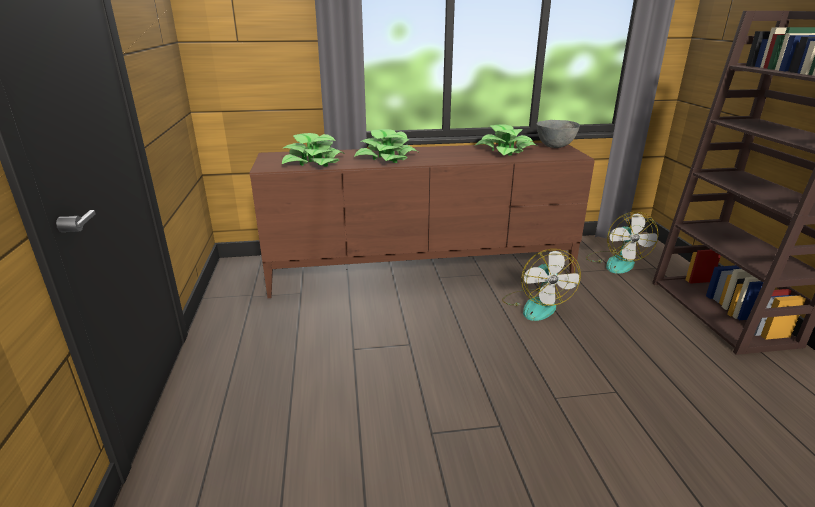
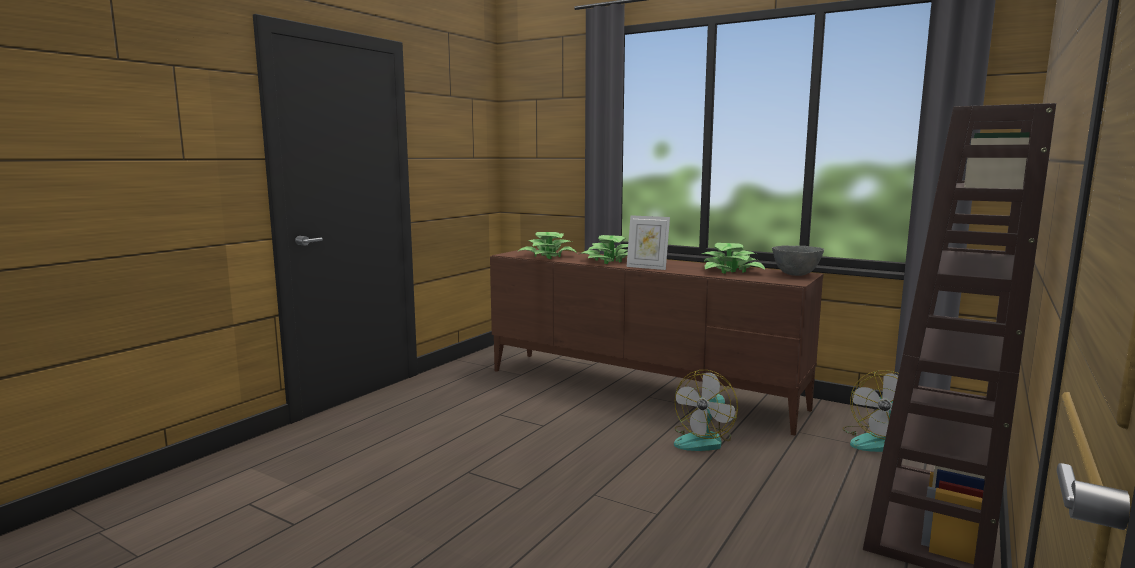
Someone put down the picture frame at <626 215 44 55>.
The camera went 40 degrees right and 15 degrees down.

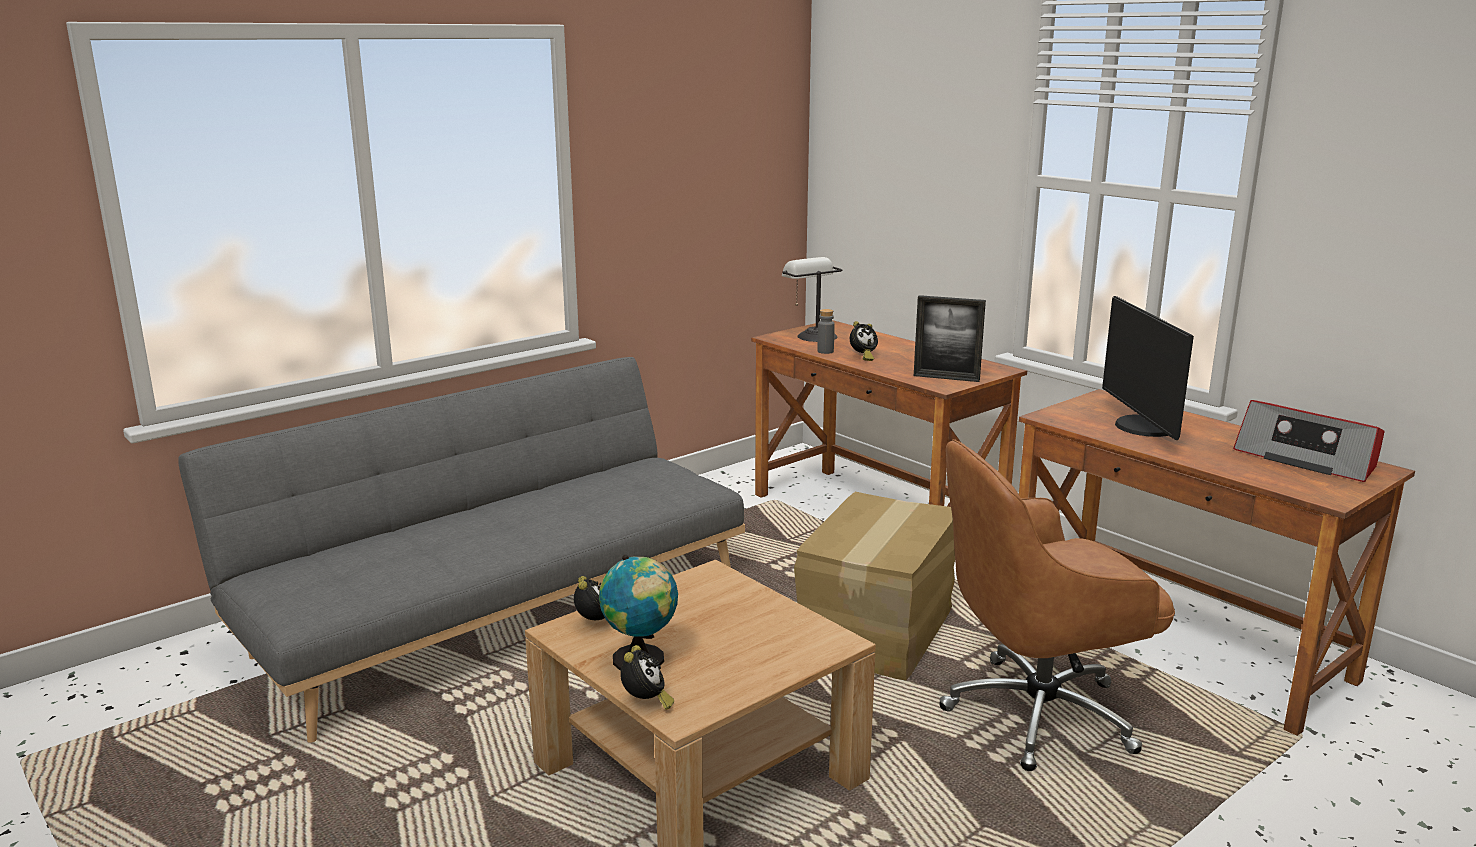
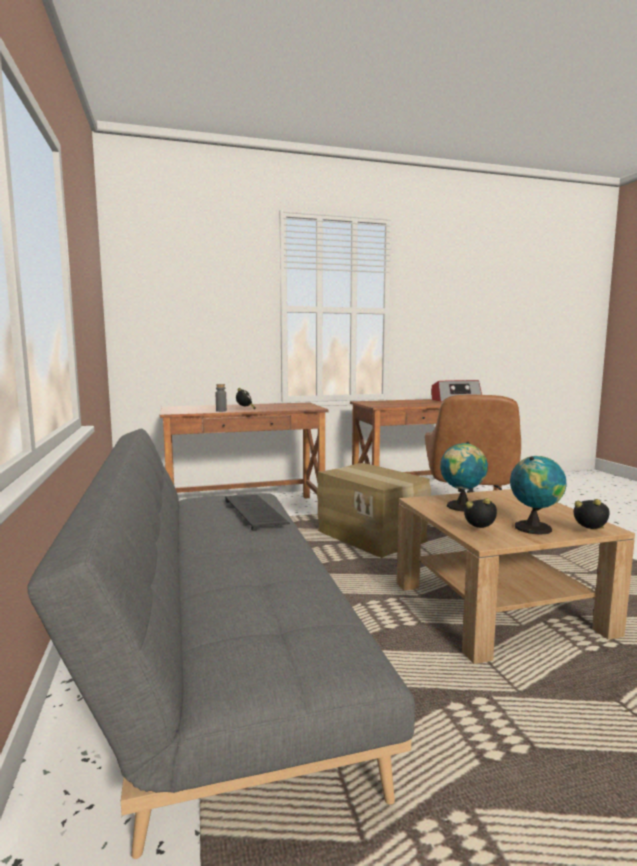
Someone took away the table lamp at <782 257 61 85>.
Someone took away the picture frame at <914 295 72 87>.
Someone took away the monitor at <1102 296 92 144>.
Someone put down the keyboard at <225 495 65 36>.
Someone put down the globe at <440 442 48 69>.
The camera went 65 degrees left and 10 degrees down.

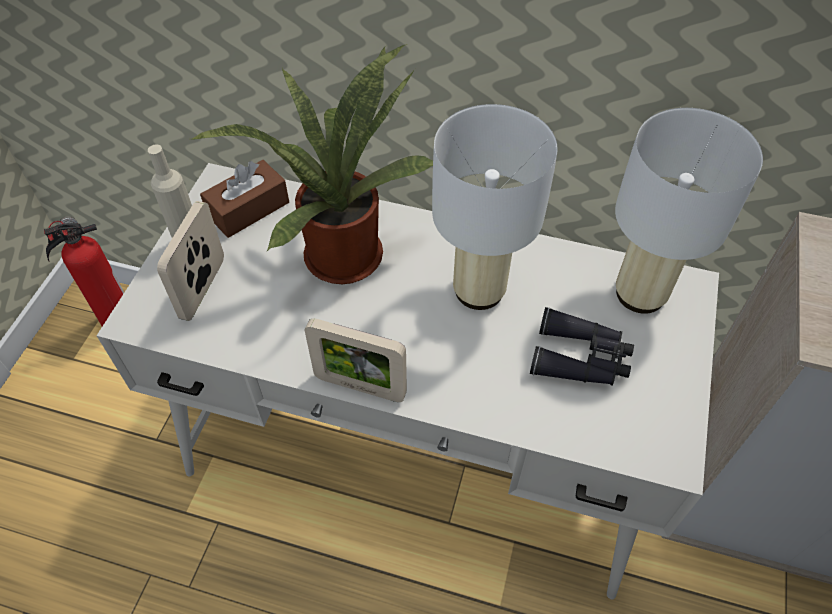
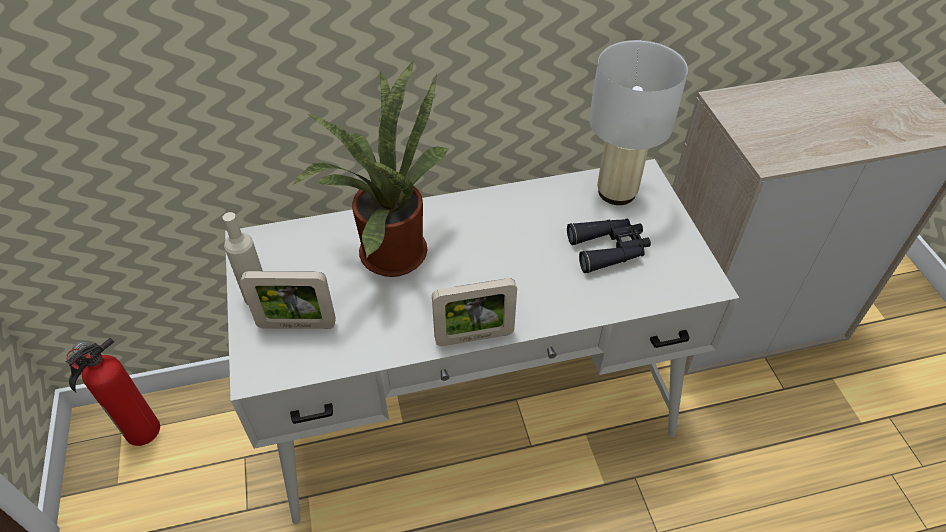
Someone took away the brown tissue box at <200 160 89 78>.
Someone took away the white table lamp at <432 104 126 206>.
Someone rotated the picture frame at <157 201 67 120> by 75 degrees counterclockwise.
The camera went 30 degrees left and 5 degrees down.

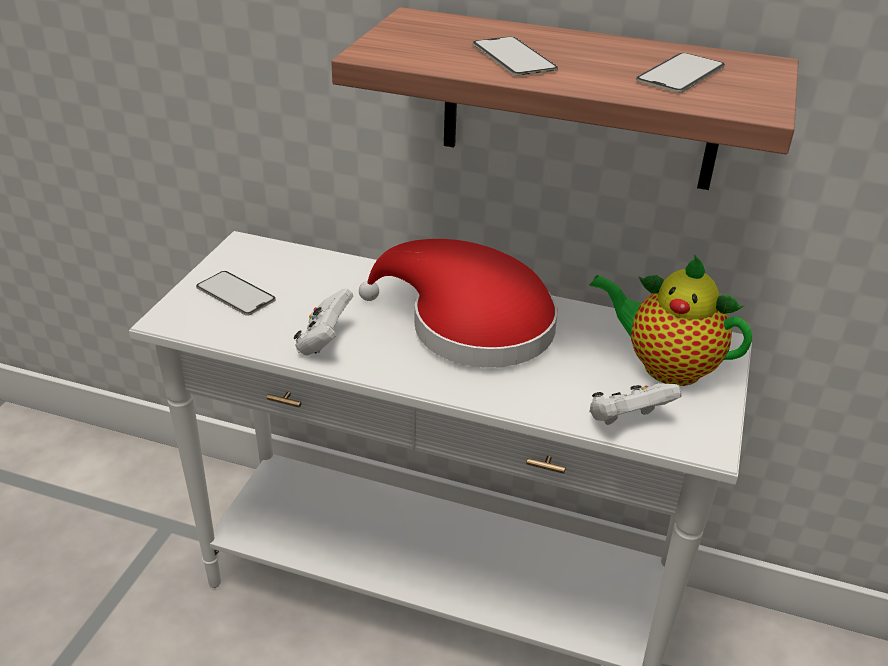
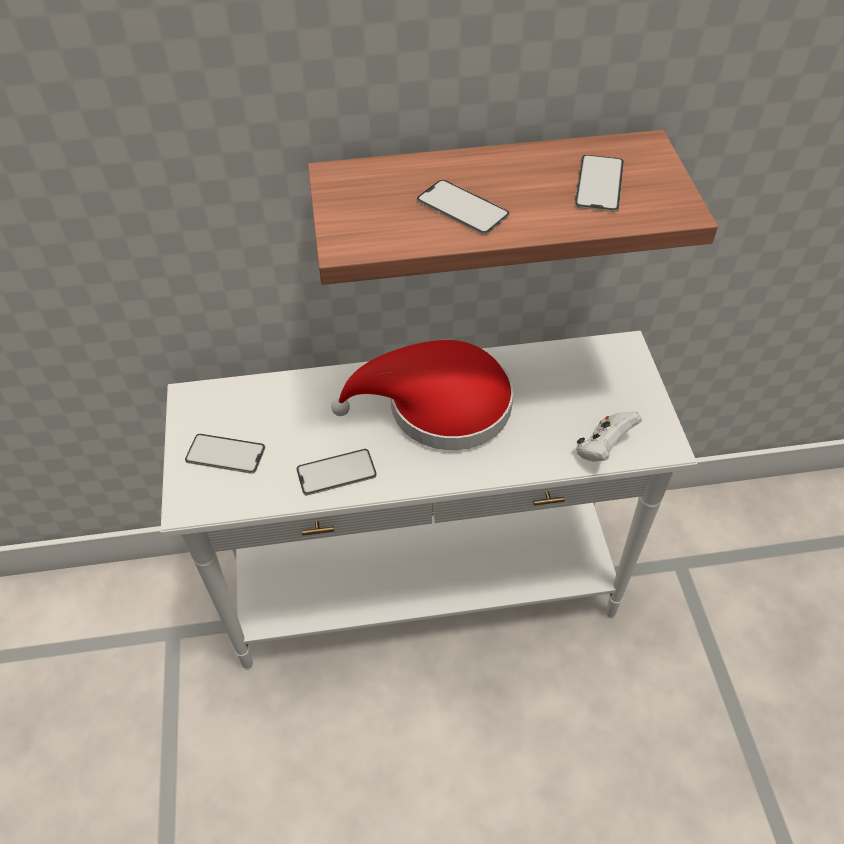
Someone took away the teapot at <589 254 163 132>.
Someone swapped the white game controller at <294 289 60 67> for the phone at <297 449 80 47>.
The camera went 25 degrees left and 15 degrees up.

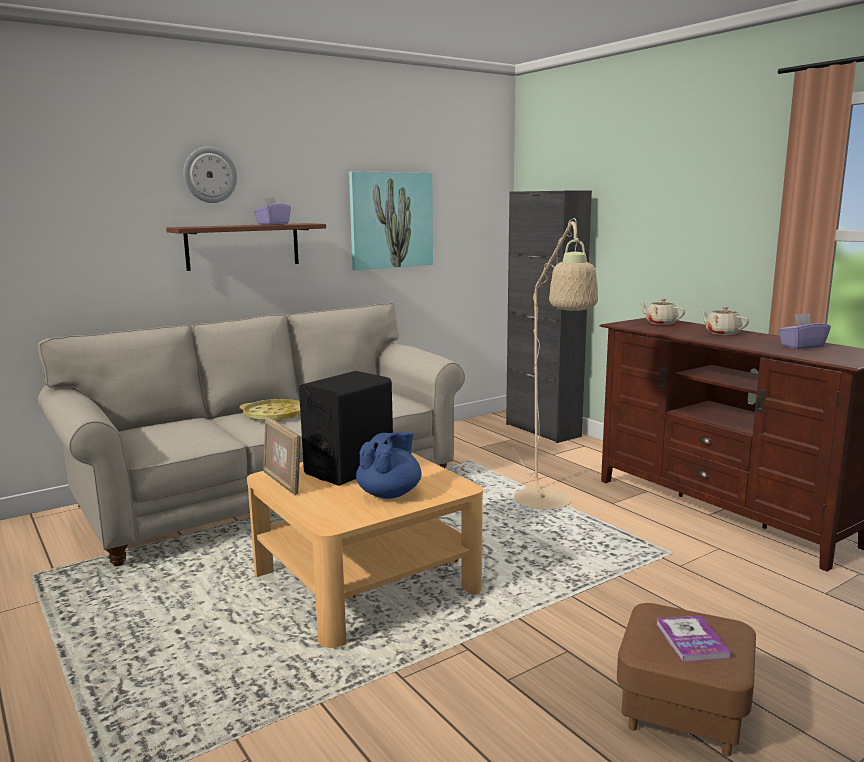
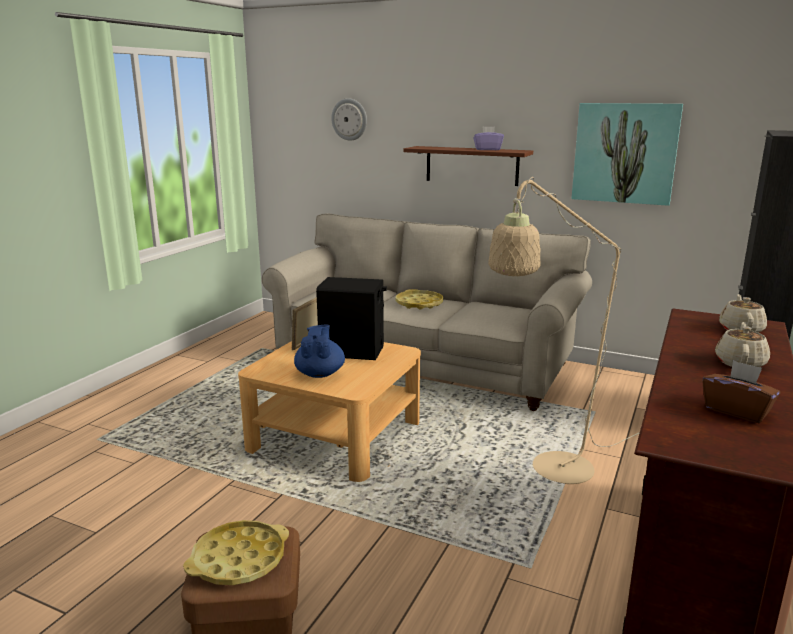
Someone carried the wall clock from <183 147 54 56> to <331 98 36 43>.
Someone swapped the book at <656 616 76 46> for the yellow tray at <183 520 106 65>.
Someone repainted the purple tissue box at <778 313 53 36>, which became the brown tissue box at <702 360 78 63>.
Someone rotated the blue teapot at <356 432 66 67> by 90 degrees counterclockwise.
The camera went 60 degrees right and 5 degrees up.

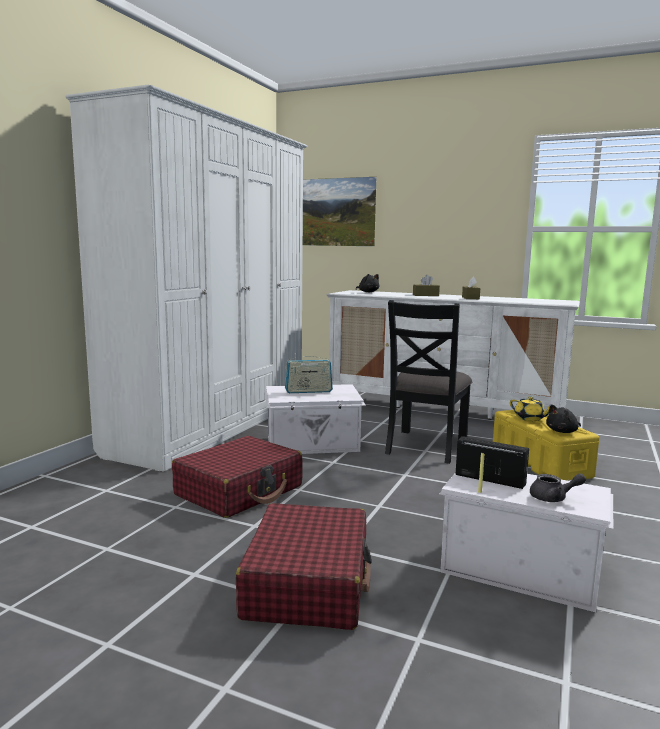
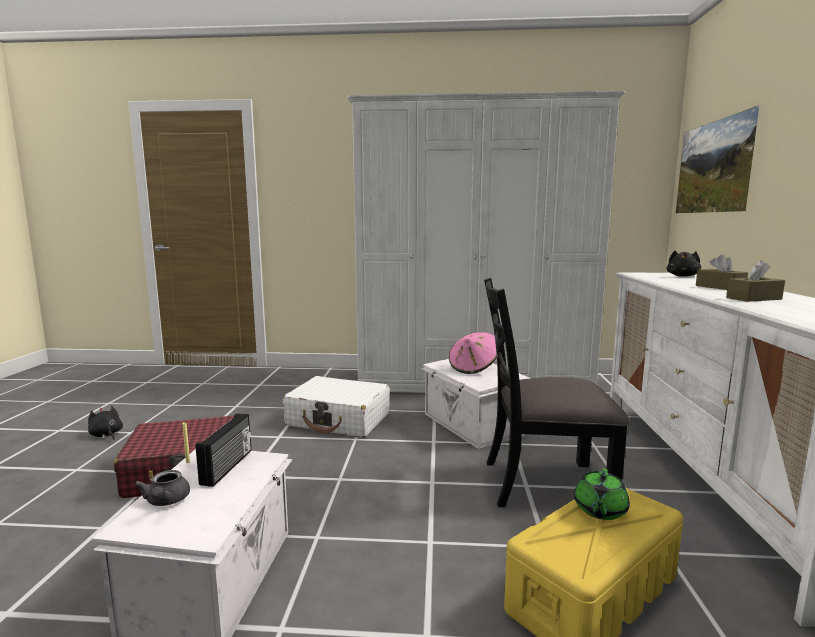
Someone carried the black plush toy from <546 405 35 28> to <88 406 35 34>.
Someone swapped the radio at <285 353 48 40> for the pink hat at <449 332 48 42>.
Someone repainted the red suitcase at <172 436 131 82>, which became the white suitcase at <283 376 107 62>.
Someone repainted the yellow teapot at <510 396 40 25>, which became the green teapot at <574 468 56 52>.
The camera went 70 degrees right and 0 degrees up.

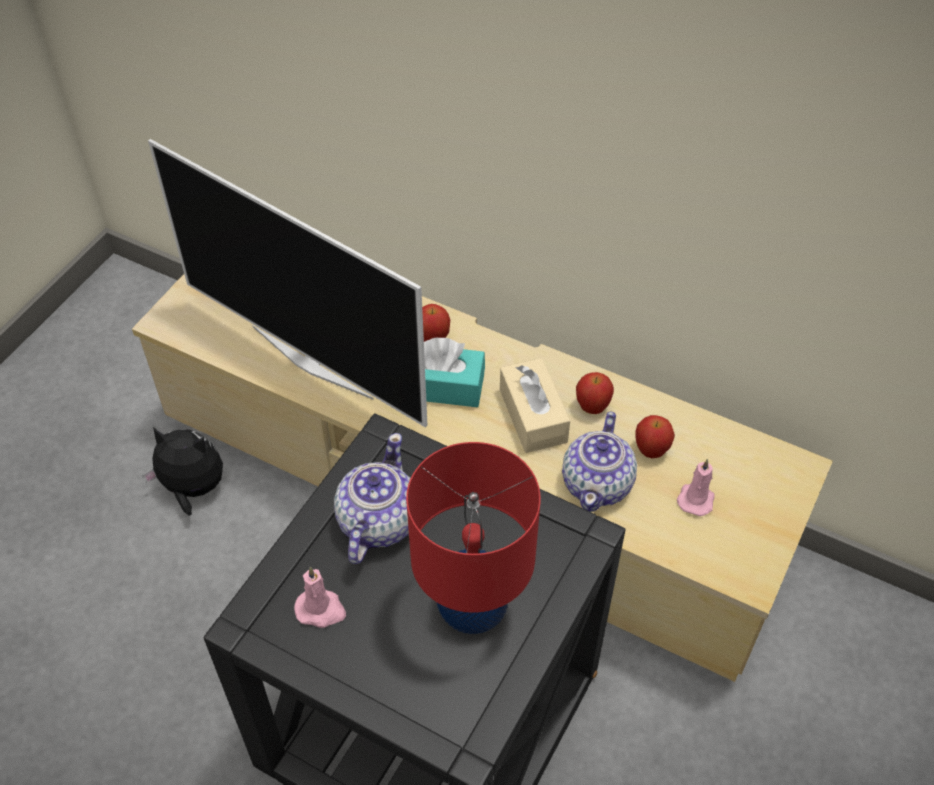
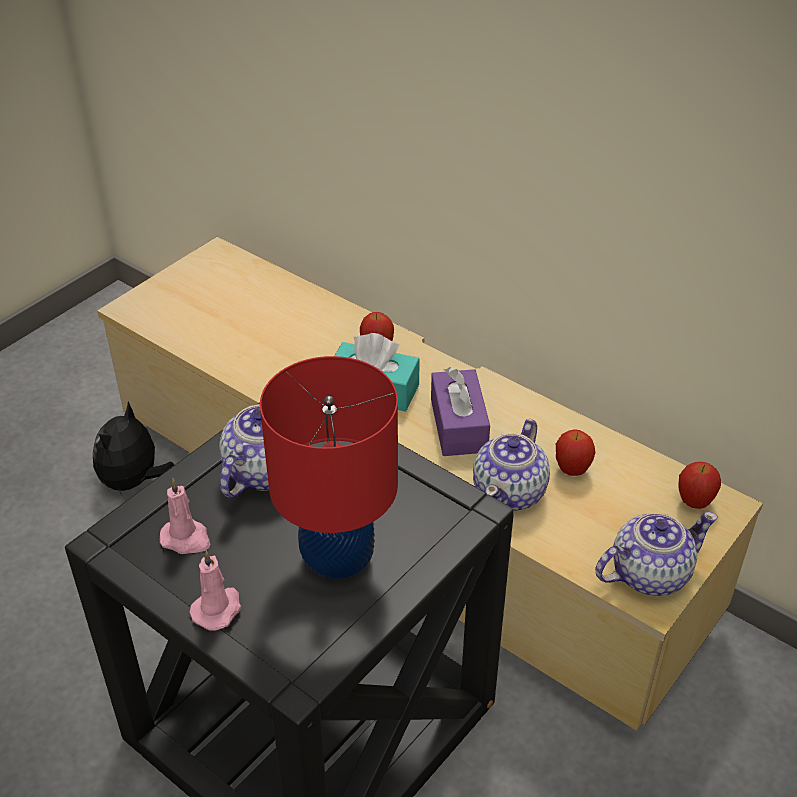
Someone took away the television at <148 139 280 289>.
Someone put down the teapot at <595 512 123 84>.
Someone carried the apple from <576 372 38 42> to <679 462 42 47>.
Someone carried the pink candle from <677 459 38 57> to <190 550 51 81>.
Someone repainted the beige tissue box at <500 358 70 95>, which became the purple tissue box at <431 367 59 89>.
Someone rotated the plush toy at <142 427 81 89> by 90 degrees counterclockwise.
The camera went 10 degrees right and 10 degrees down.

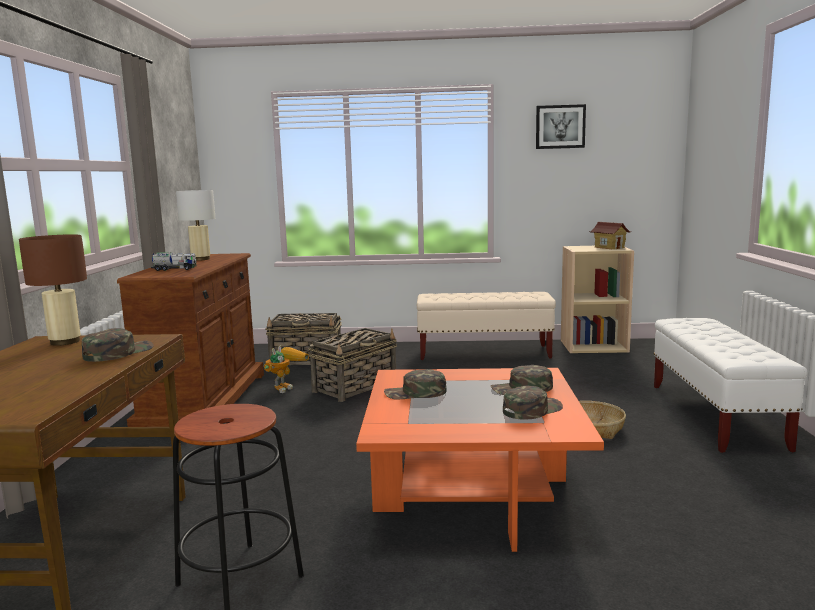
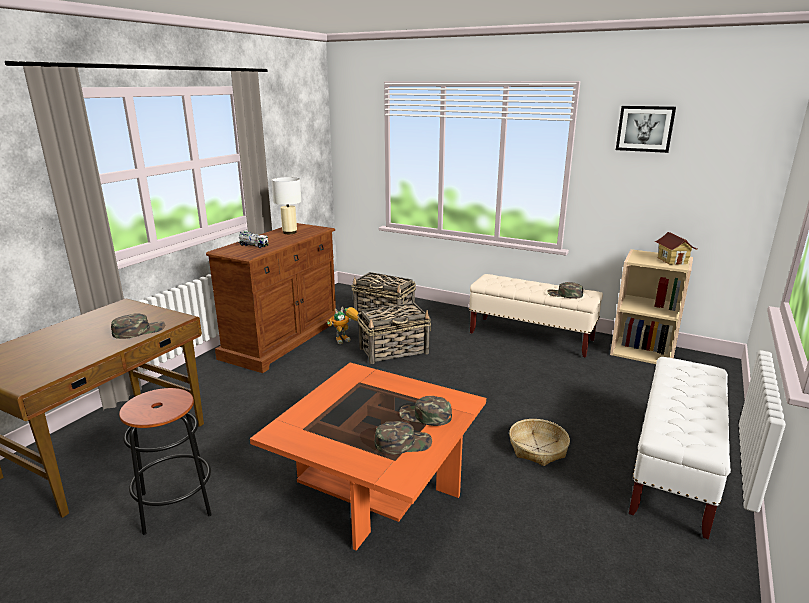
Someone took away the brown table lamp at <19 234 68 112>.
Someone carried the green cap from <384 369 63 31> to <547 282 36 17>.
The camera went 25 degrees right and 10 degrees up.

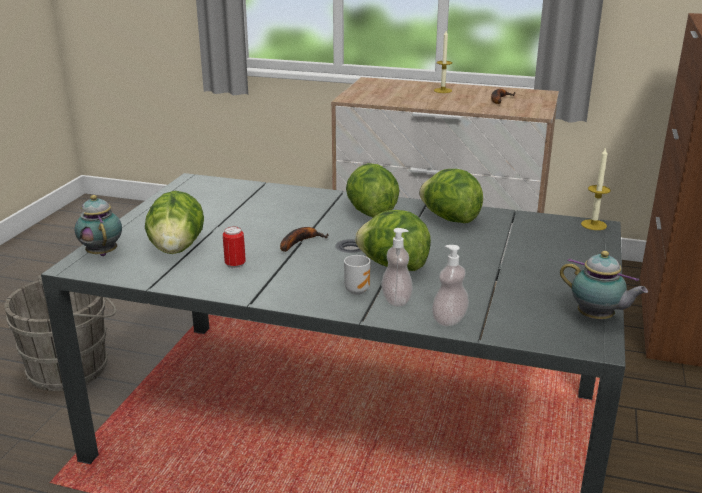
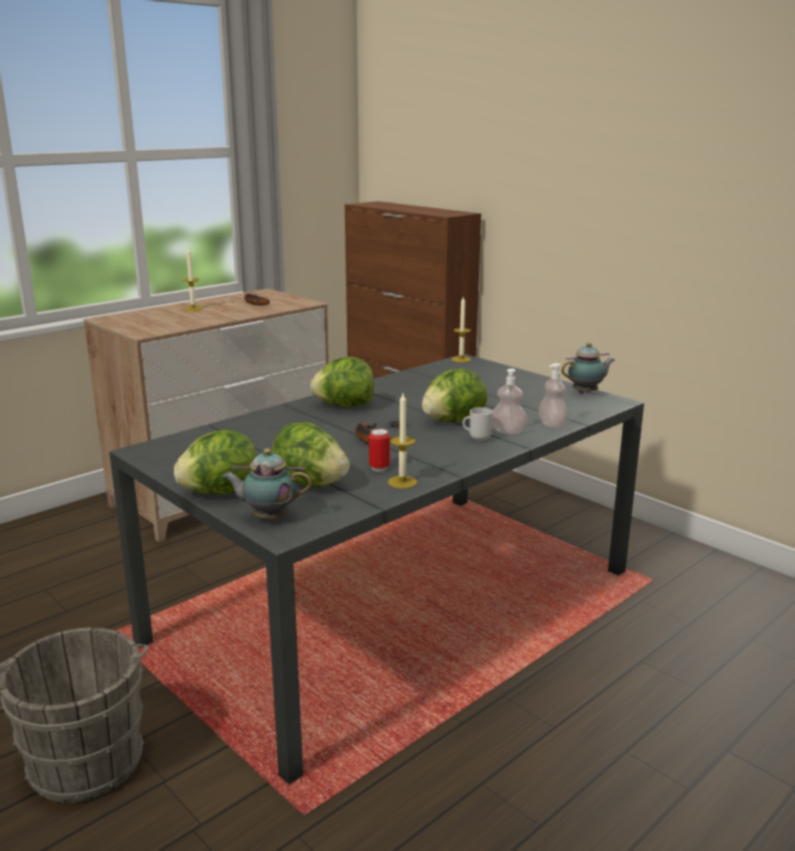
Someone put down the candle at <388 394 29 95>.
Someone carried the lettuce from <419 169 64 54> to <174 430 83 64>.
The camera went 60 degrees left and 5 degrees down.

